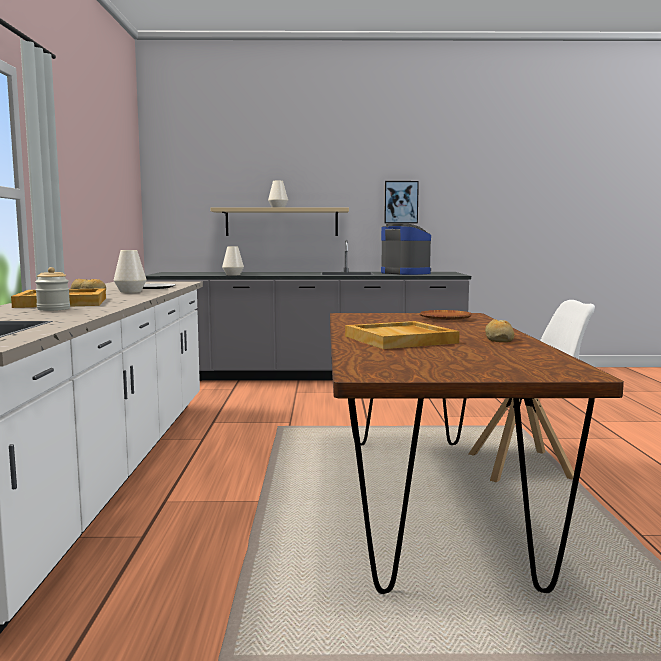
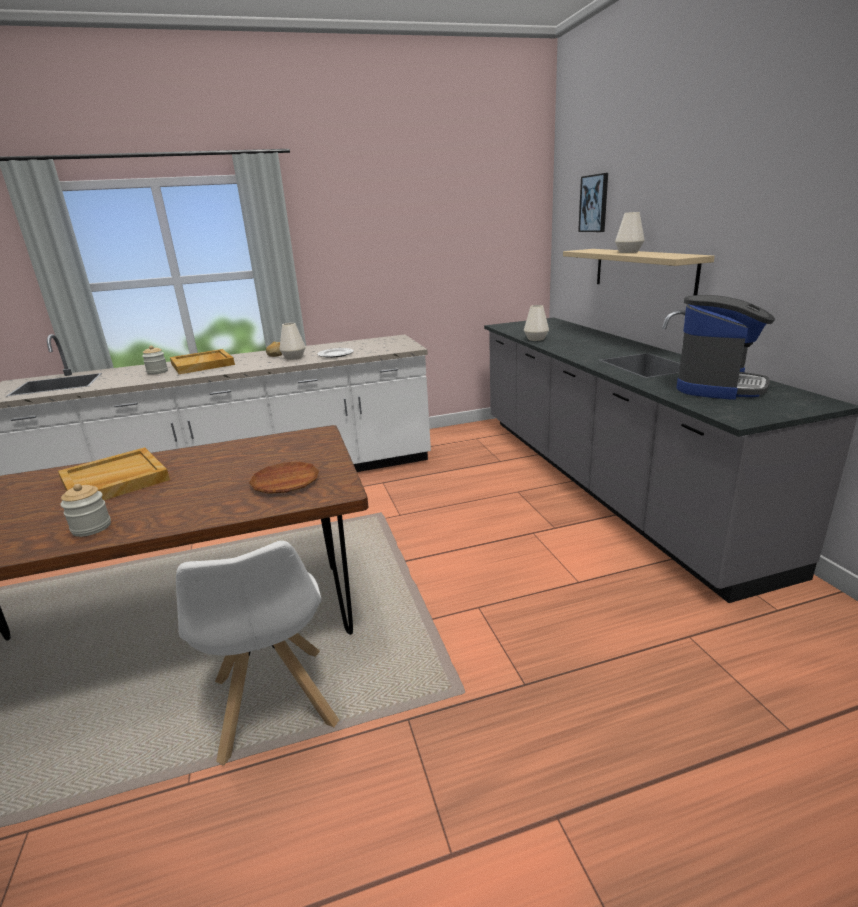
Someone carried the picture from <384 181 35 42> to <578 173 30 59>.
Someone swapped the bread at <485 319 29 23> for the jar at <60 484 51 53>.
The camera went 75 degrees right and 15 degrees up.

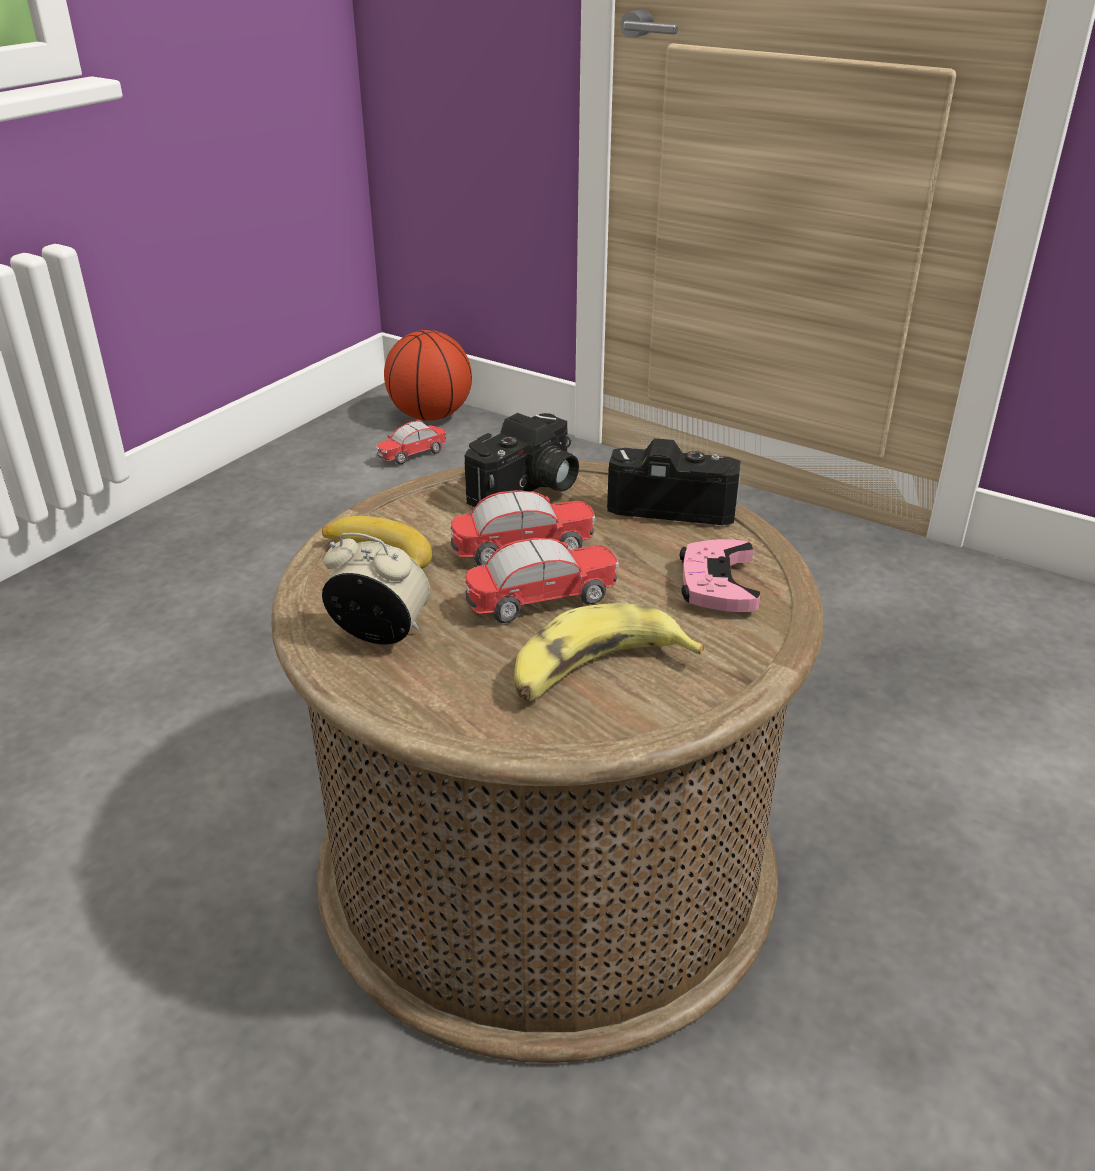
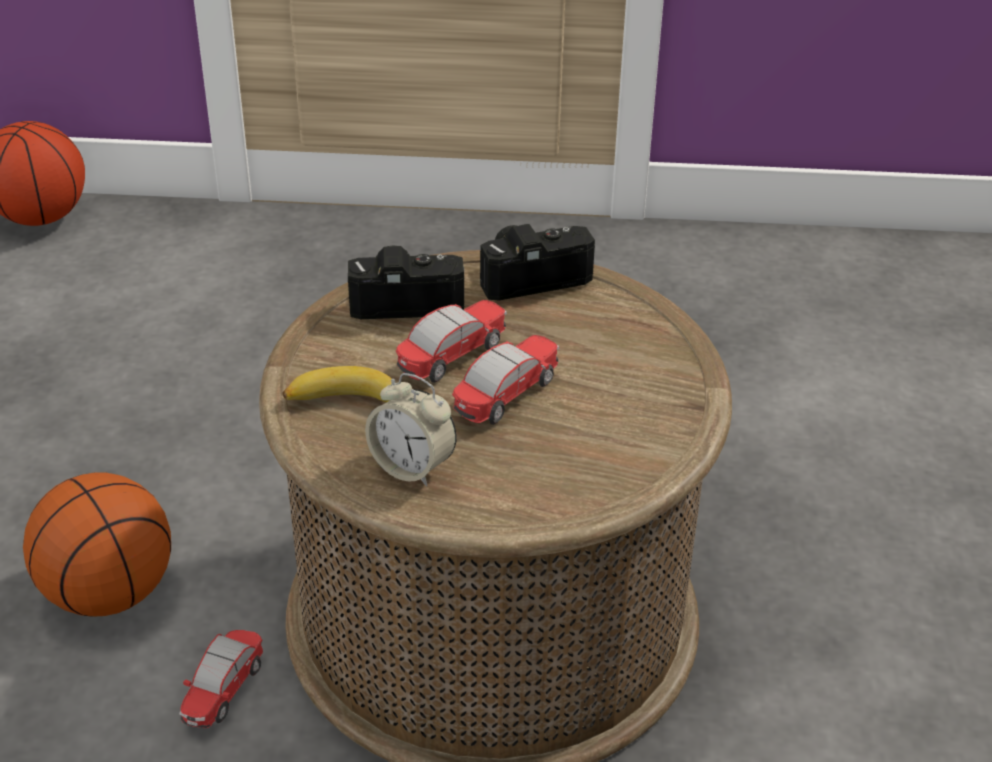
Someone took away the banana at <514 603 190 98>.
Someone took away the pink game controller at <680 539 80 73>.
Someone put down the basketball at <23 472 148 145>.
Someone carried the toy car from <376 420 70 45> to <179 630 84 98>.
Someone rotated the alarm clock at <322 533 108 112> by 135 degrees counterclockwise.
Someone rotated the photo camera at <464 413 115 94> by 105 degrees counterclockwise.
The camera went 30 degrees left and 5 degrees up.

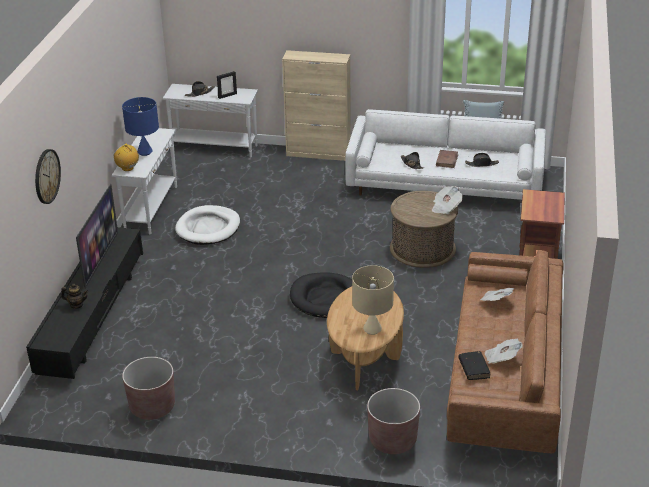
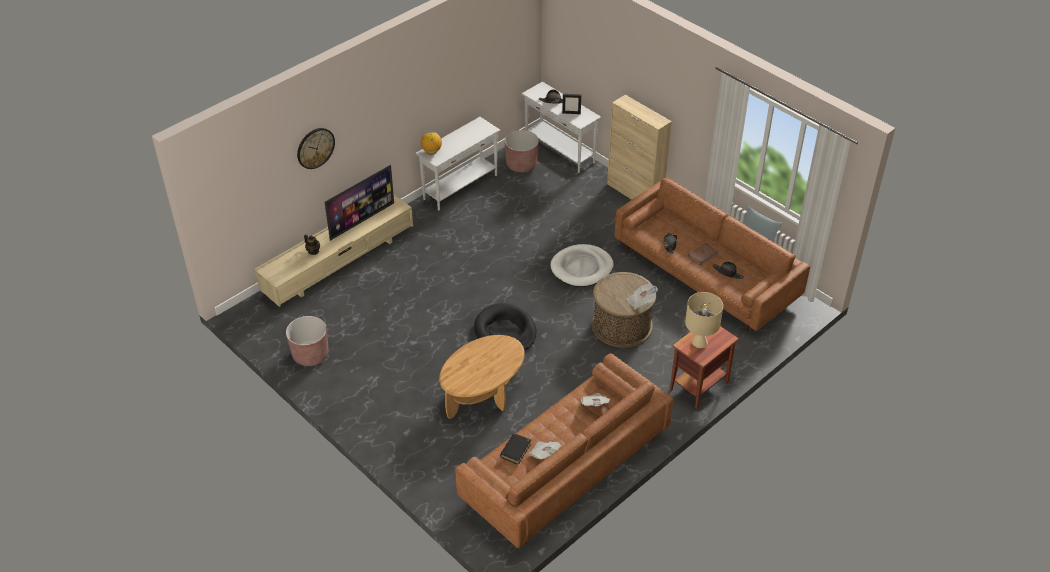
Someone took away the blue table lamp at <122 97 37 59>.
Someone carried the white dog bed from <175 205 65 40> to <551 244 63 43>.
Someone carried the beige table lamp from <352 265 42 70> to <685 292 38 56>.
Someone carried the brown planter from <367 388 53 66> to <504 130 35 43>.
Someone repainted the black tv stand at <26 227 117 152>, which became the beige tv stand at <255 195 158 112>.
Someone repainted the white sofa at <345 109 201 91>, which became the brown sofa at <614 177 196 154>.
The camera went 35 degrees right and 10 degrees up.

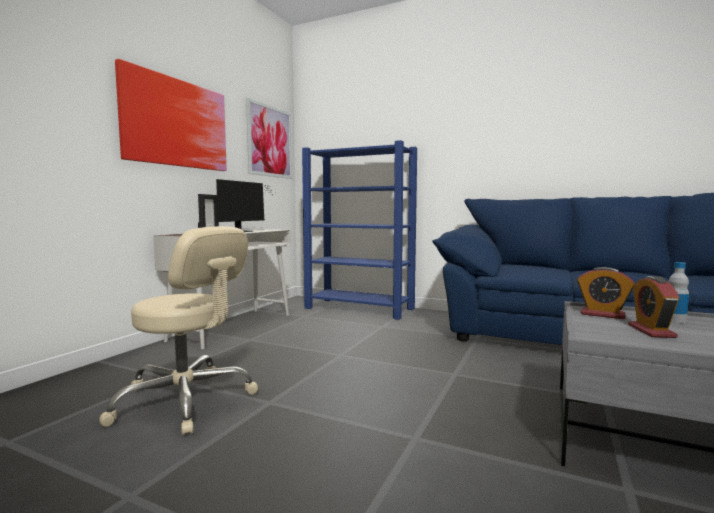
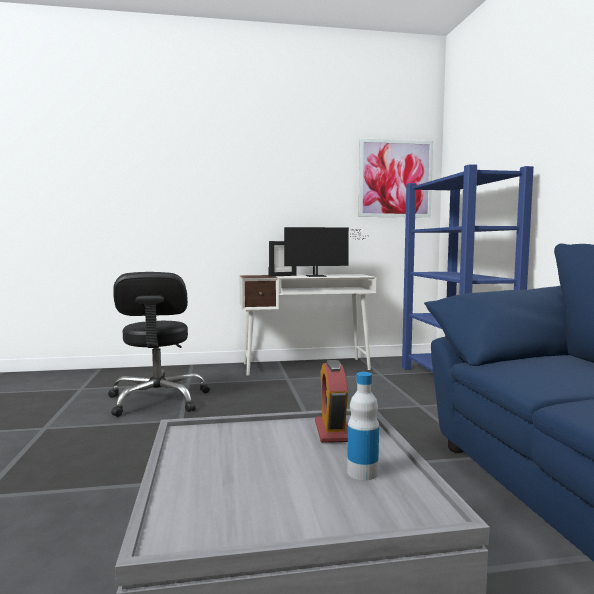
Someone took away the picture at <115 59 112 112>.
Someone took away the alarm clock at <628 276 51 62>.
Someone repainted the beige office chair at <99 226 159 209>, which became the black office chair at <108 272 102 145>.
The camera went 55 degrees right and 0 degrees up.

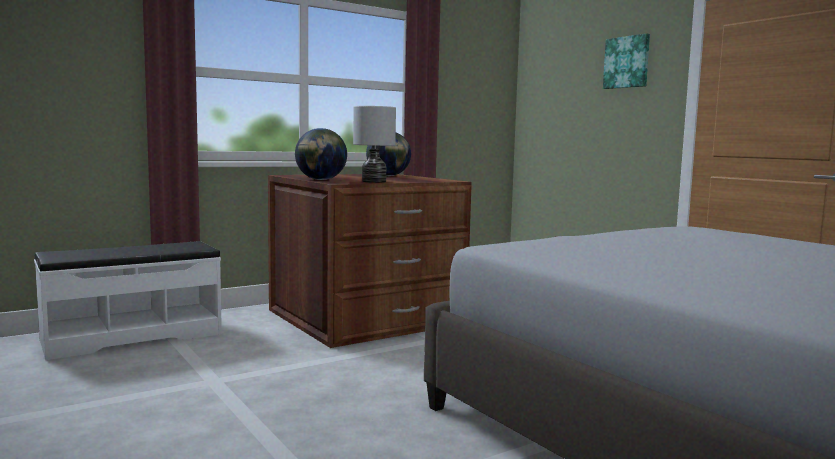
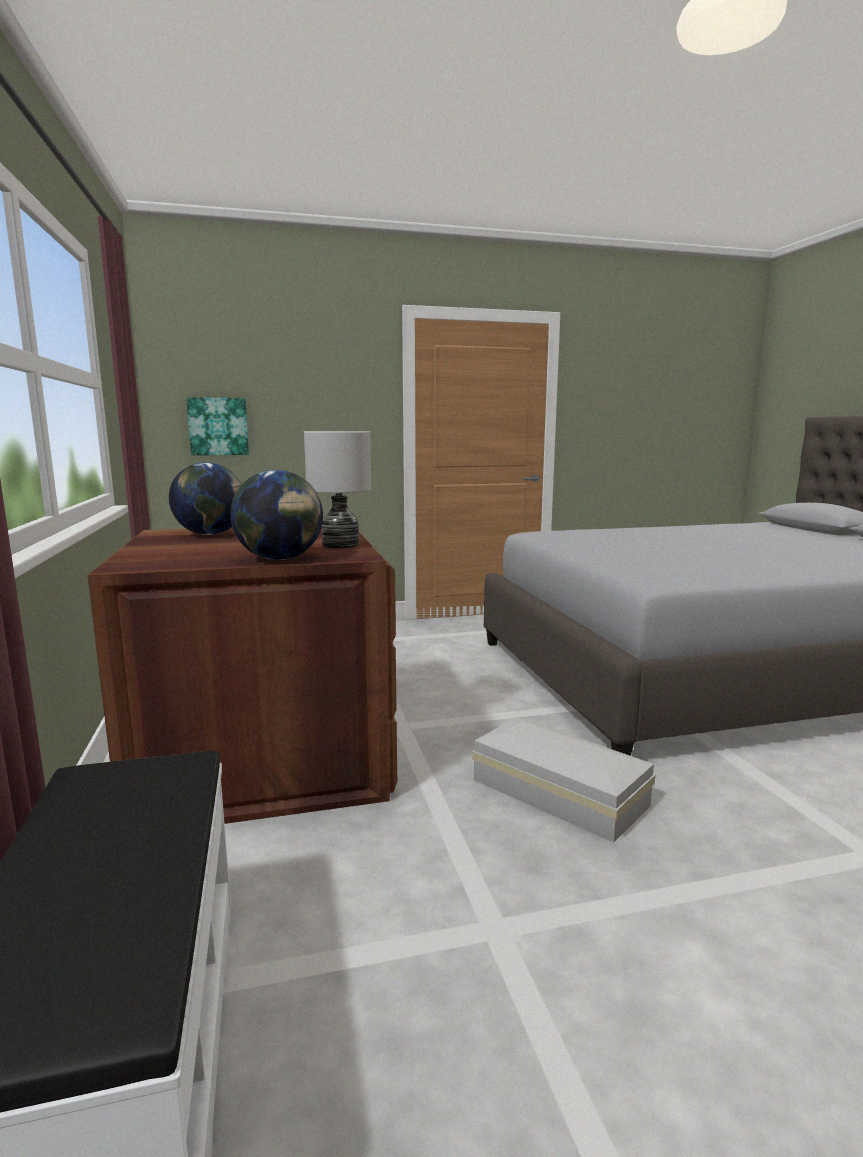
Someone put down the white storage box at <472 717 183 126>.
Someone carried the picture from <603 33 47 56> to <186 397 63 58>.
The camera went 70 degrees left and 5 degrees up.

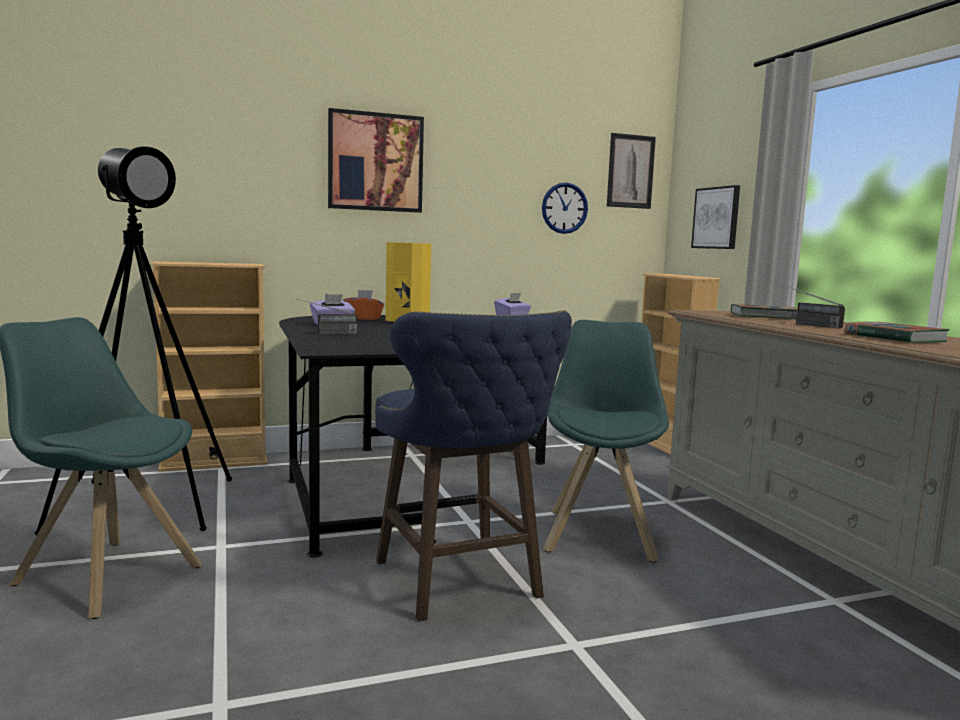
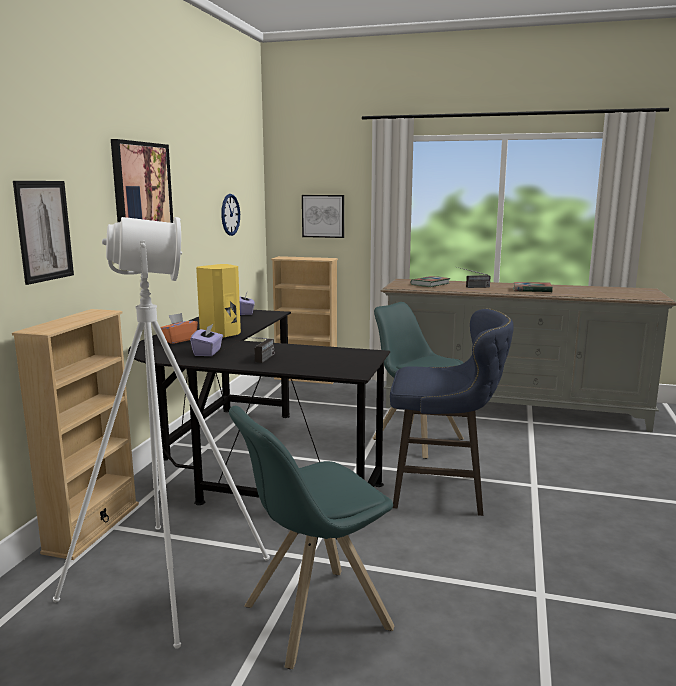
Someone carried the picture from <607 133 49 76> to <13 181 61 104>.
Someone repainted the black floor lamp at <35 146 197 390>, which became the white floor lamp at <53 217 217 432>.
The camera went 55 degrees left and 5 degrees up.

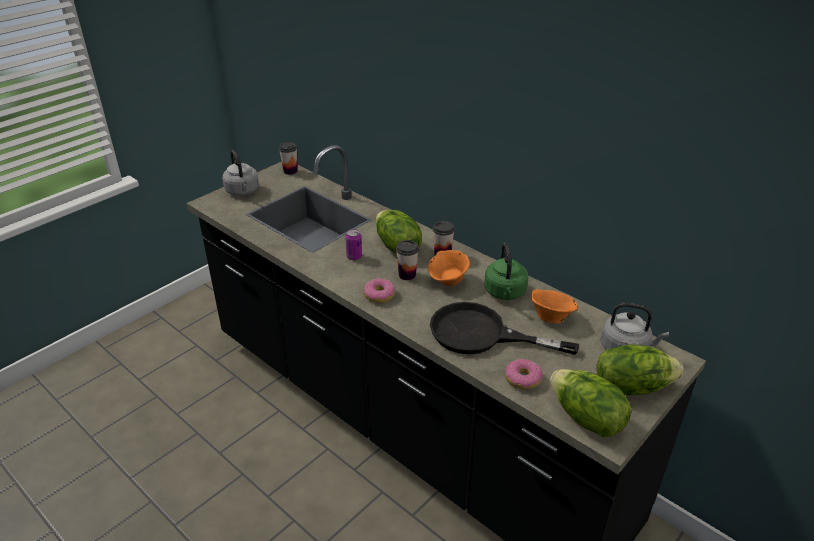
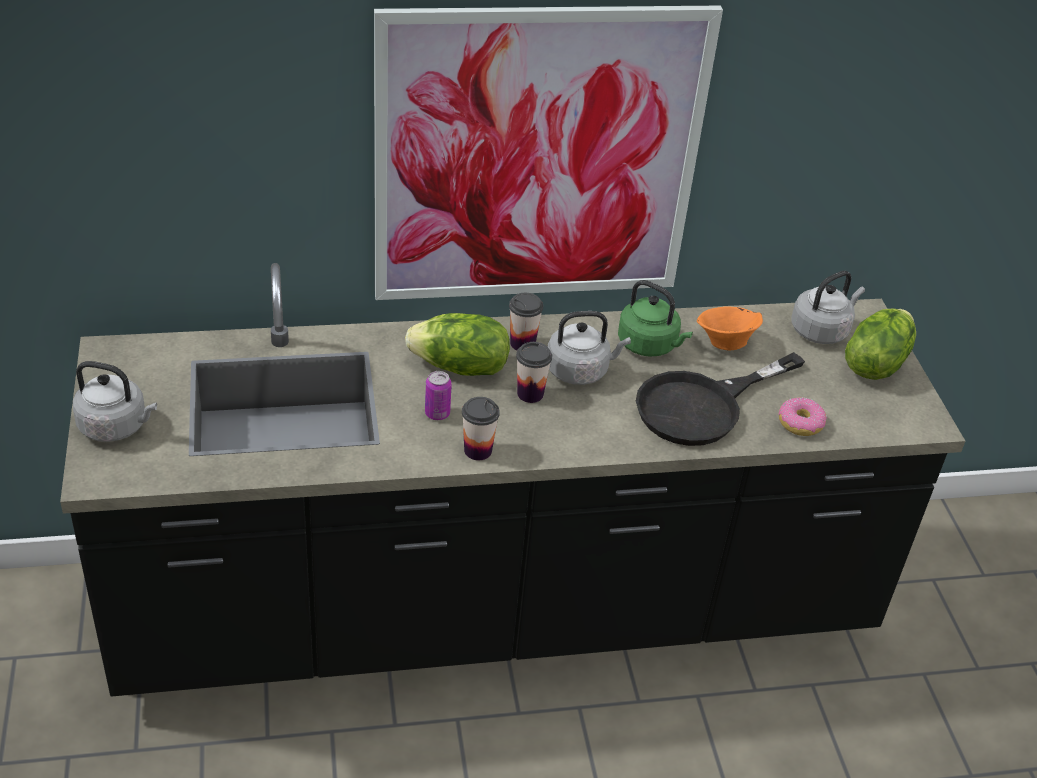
Someone took away the donut at <364 278 31 25>.
Someone took away the lettuce at <550 369 82 68>.
Someone put up the picture at <374 6 349 294>.
Someone carried the cup from <279 142 18 33> to <462 397 38 63>.
Someone swapped the orange bowl at <428 250 42 36> for the grey kettle at <548 311 83 74>.
The camera went 55 degrees left and 5 degrees up.

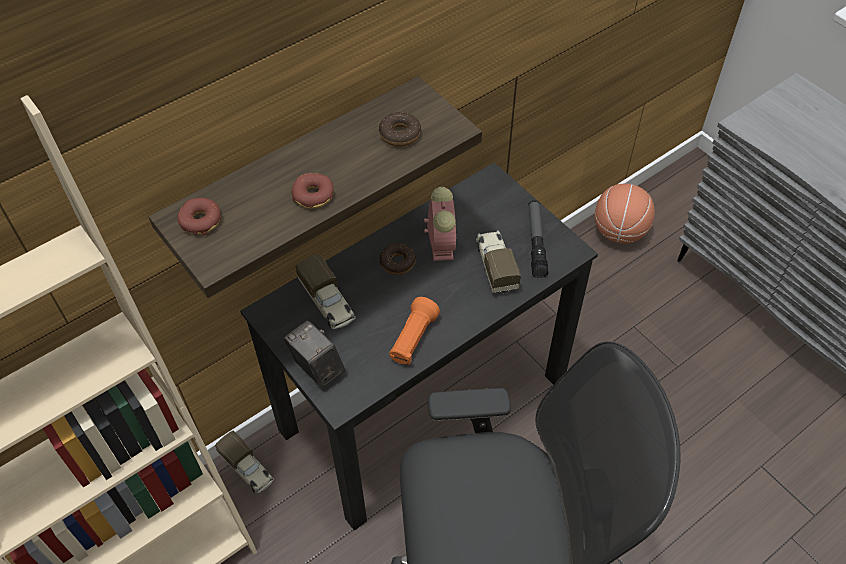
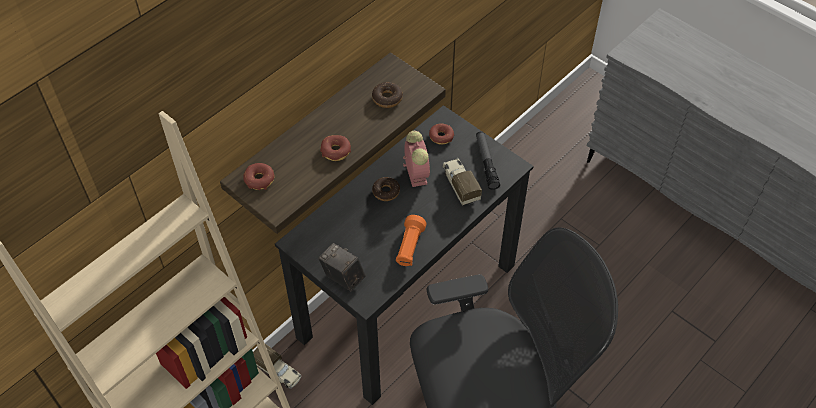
Someone took away the toy truck at <295 254 61 75>.
Someone took away the basketball at <595 184 60 59>.
Someone put down the donut at <429 124 25 21>.
The camera went 10 degrees left and 0 degrees up.

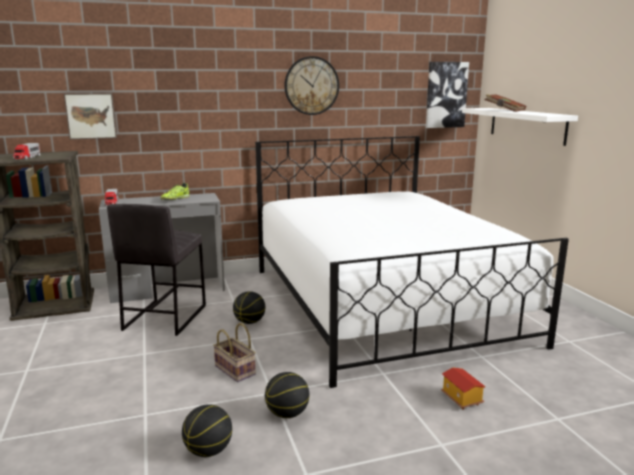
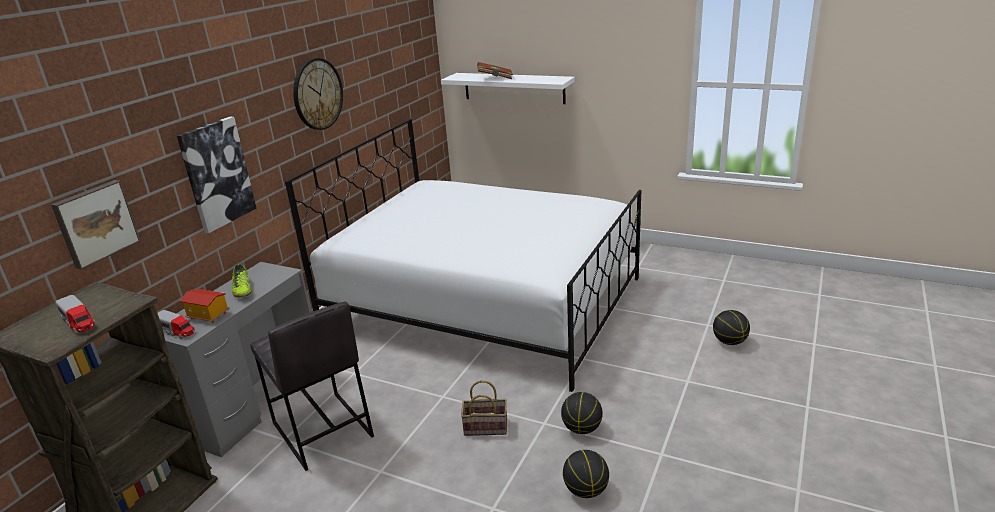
Someone carried the basketball from <233 291 32 33> to <713 310 37 35>.
Someone carried the picture from <426 62 43 66> to <177 117 79 116>.
Someone carried the toy house from <441 367 45 43> to <180 289 50 34>.
The camera went 45 degrees left and 10 degrees up.

